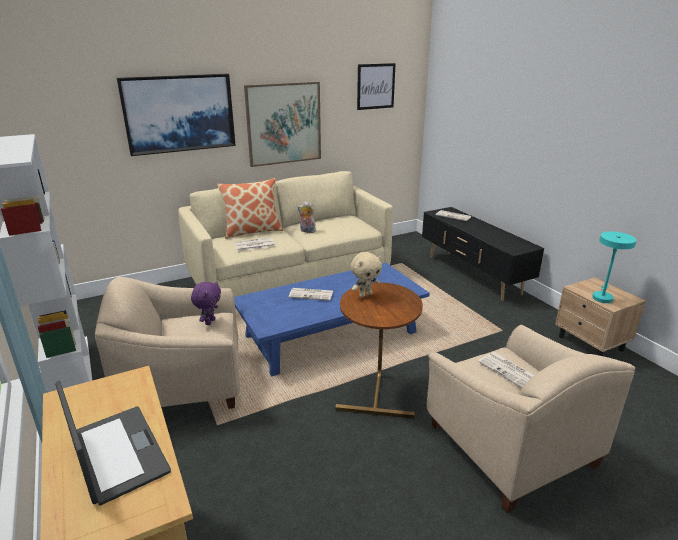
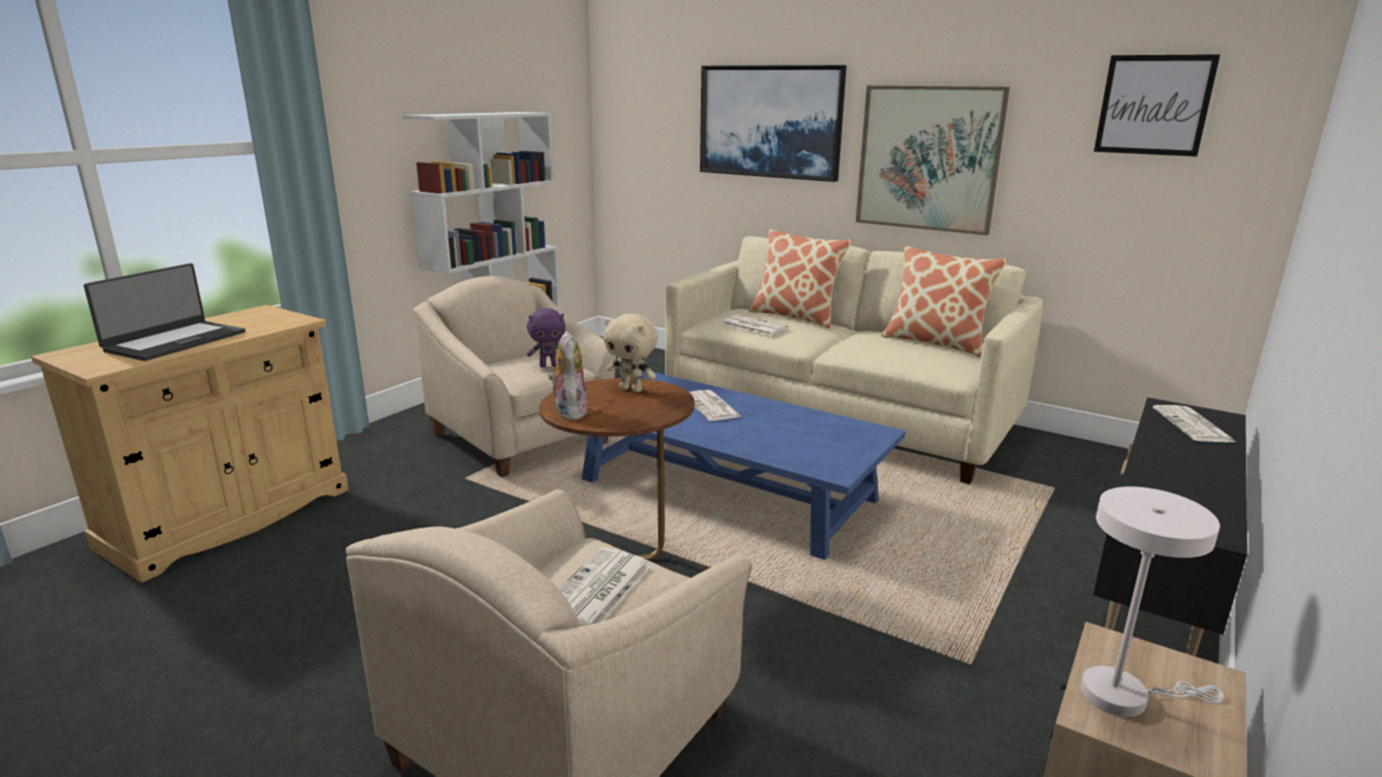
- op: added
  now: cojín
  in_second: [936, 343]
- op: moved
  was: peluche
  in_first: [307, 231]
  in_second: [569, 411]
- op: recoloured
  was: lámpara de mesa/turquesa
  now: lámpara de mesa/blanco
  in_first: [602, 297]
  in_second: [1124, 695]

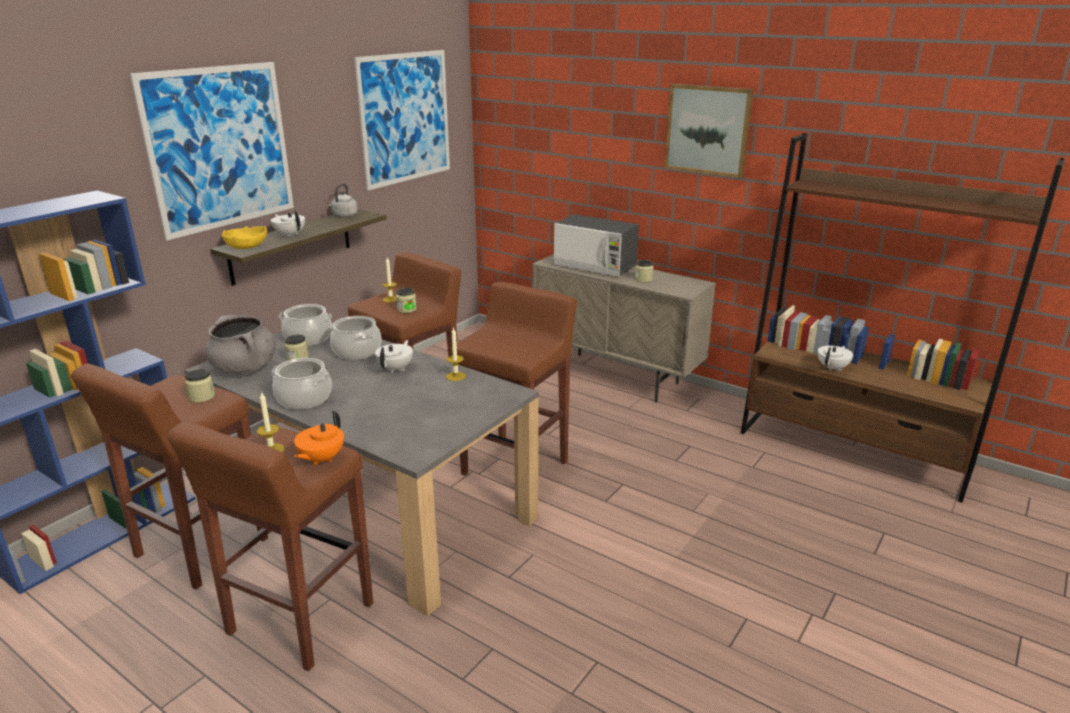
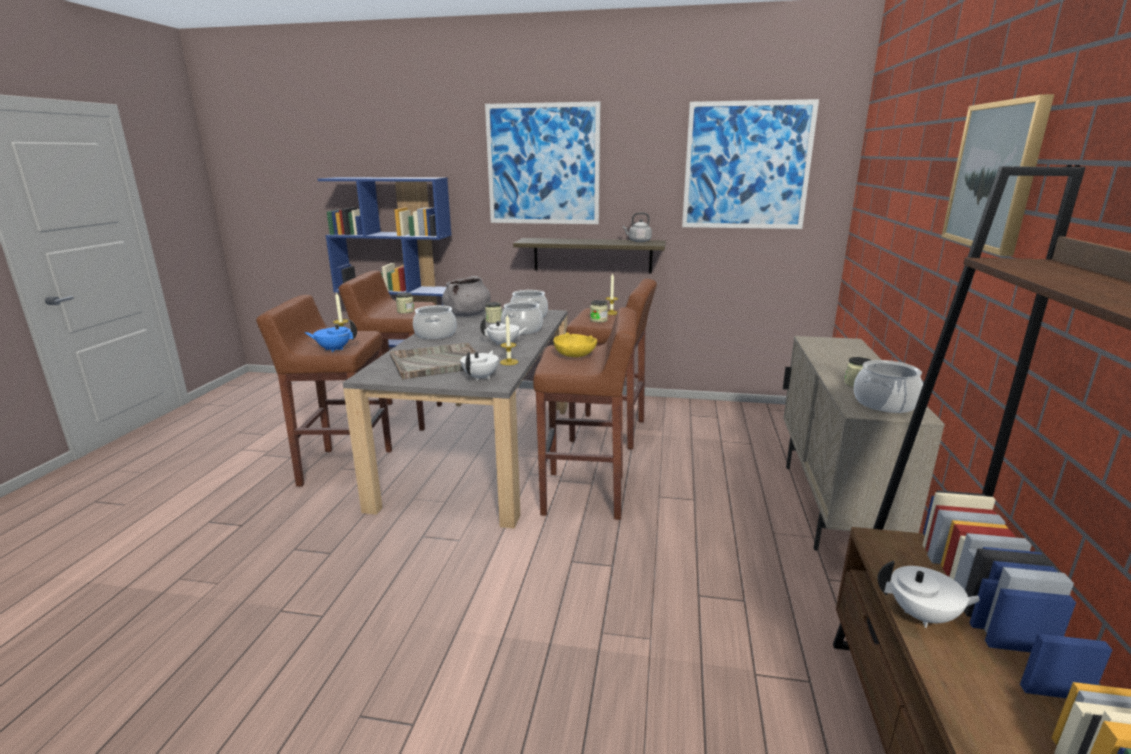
- op: removed
  was: microondas
  in_first: [595, 266]
- op: added
  now: bandeja/gris
  in_second: [436, 362]
- op: added
  now: olla
  in_second: [884, 403]
- op: moved
  was: cuenco/amarillo
  in_first: [246, 247]
  in_second: [574, 355]
- op: moved
  was: tetera/blanco
  in_first: [290, 235]
  in_second: [481, 377]
- op: recoloured
  was: tetera/naranja
  now: tetera/azul
  in_first: [321, 459]
  in_second: [334, 349]

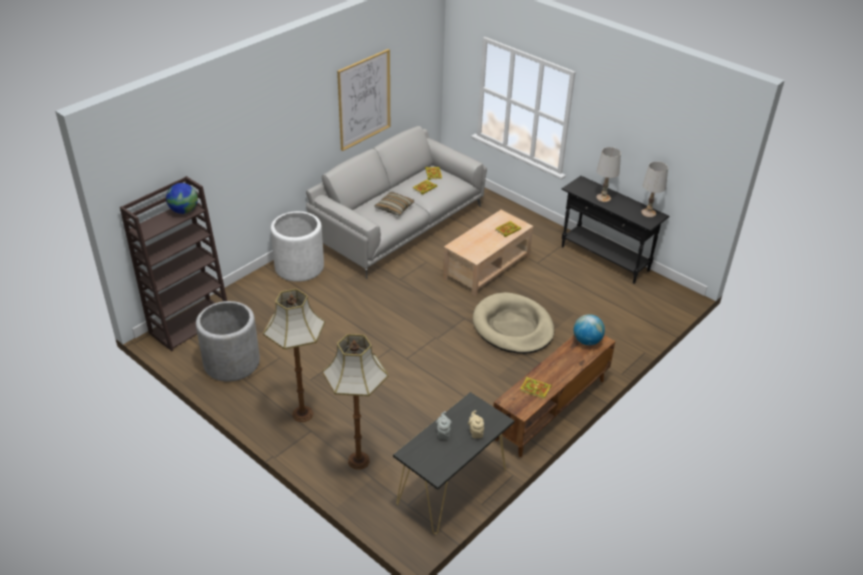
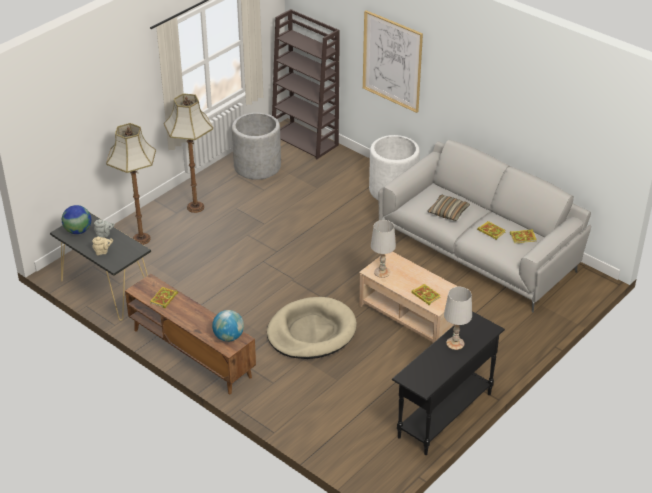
- op: moved
  was: globo terráqueo
  in_first: [184, 211]
  in_second: [78, 231]
- op: moved
  was: cuadro
  in_first: [364, 99]
  in_second: [392, 61]
- op: moved
  was: lámpara de mesa/blanco
  in_first: [648, 213]
  in_second: [382, 272]

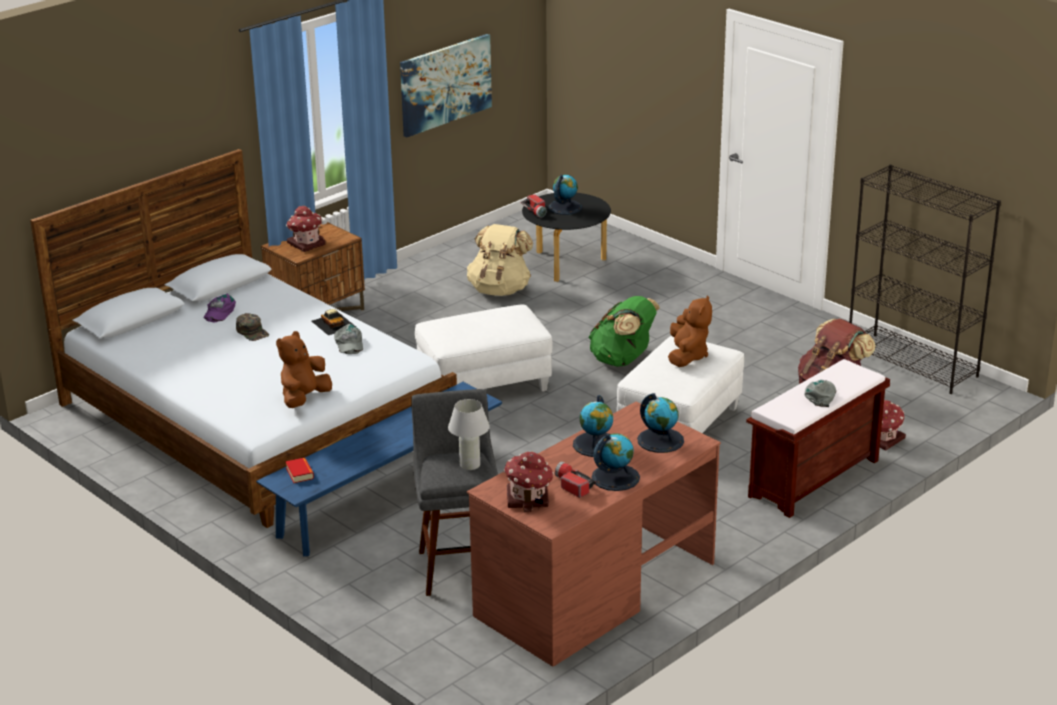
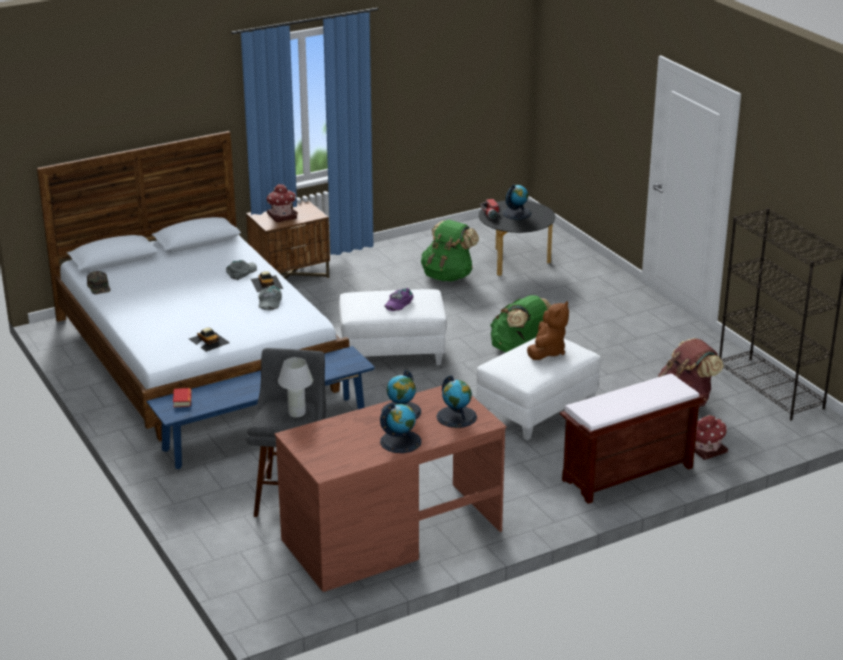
- op: removed
  was: cuadro
  in_first: [445, 84]
- op: removed
  was: casita
  in_first: [528, 498]
- op: removed
  was: linterna
  in_first: [572, 485]
- op: moved
  was: gorra/morado
  in_first: [219, 312]
  in_second: [398, 302]
- op: moved
  was: gorra/verde
  in_first: [252, 332]
  in_second: [99, 287]
- op: moved
  was: gorra/gris
  in_first: [821, 395]
  in_second: [241, 272]
- op: replaced
  was: peluche/marrón
  now: coche de juguete
  in_first: [304, 398]
  in_second: [209, 340]
- op: recoloured
  was: mochila/beis
  now: mochila/verde
  in_first: [500, 290]
  in_second: [448, 276]

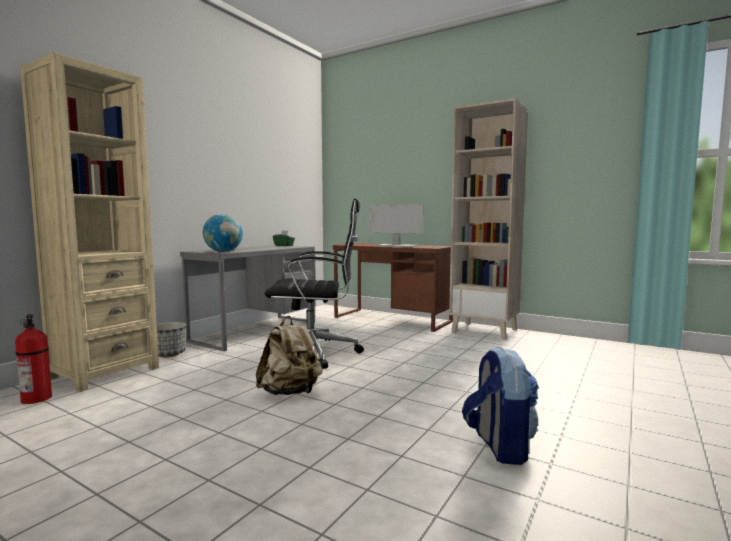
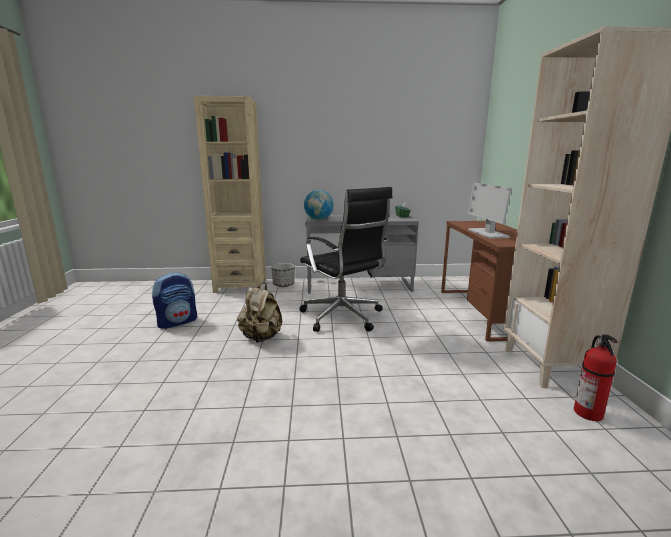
- op: moved
  was: extintor
  in_first: [37, 399]
  in_second: [589, 413]
- op: moved
  was: mochila
  in_first: [499, 446]
  in_second: [177, 322]

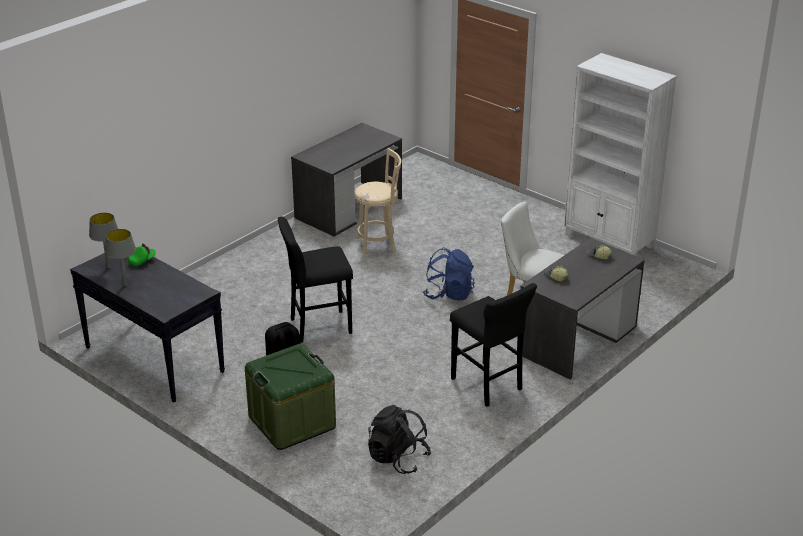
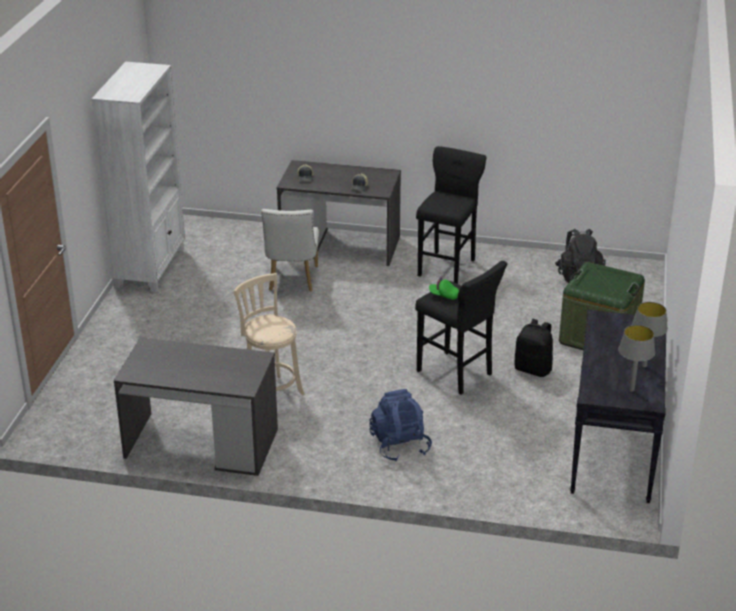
- op: moved
  was: gorra/verde
  in_first: [142, 261]
  in_second: [444, 295]
- op: moved
  was: mochila/azul
  in_first: [448, 294]
  in_second: [399, 445]

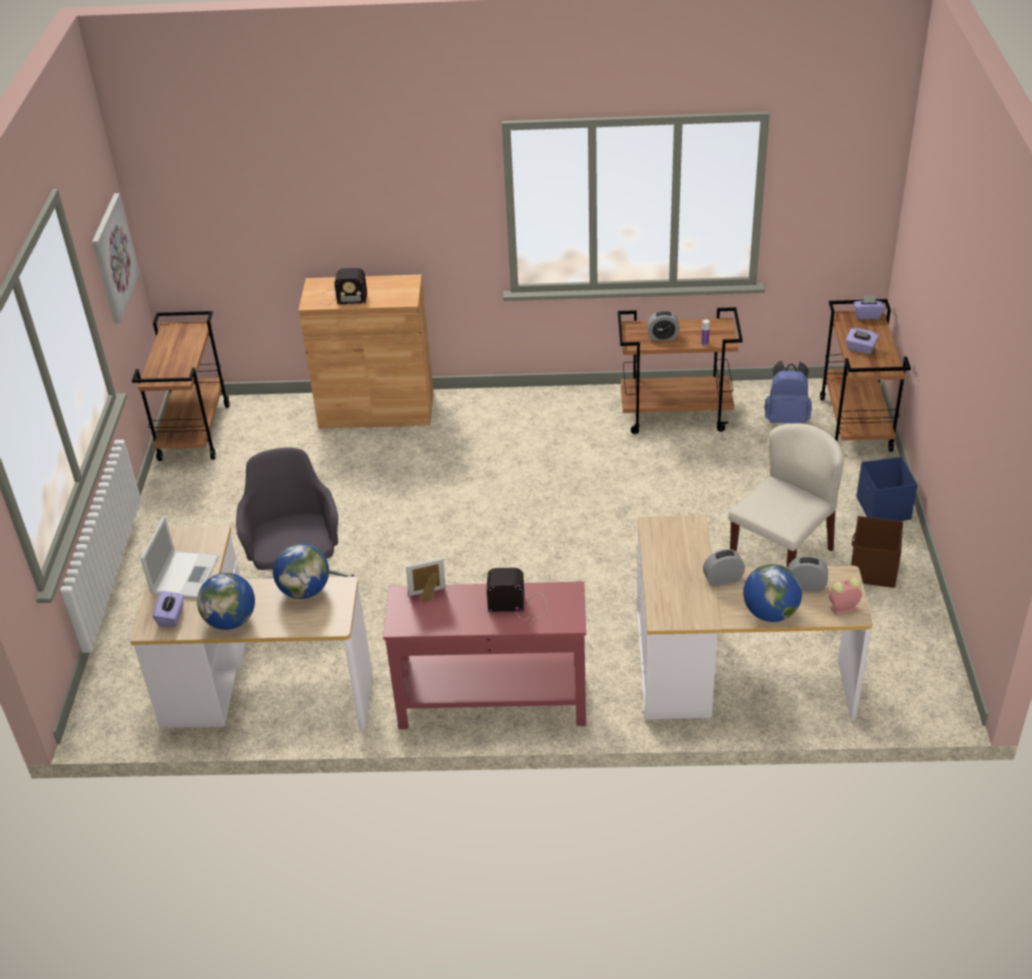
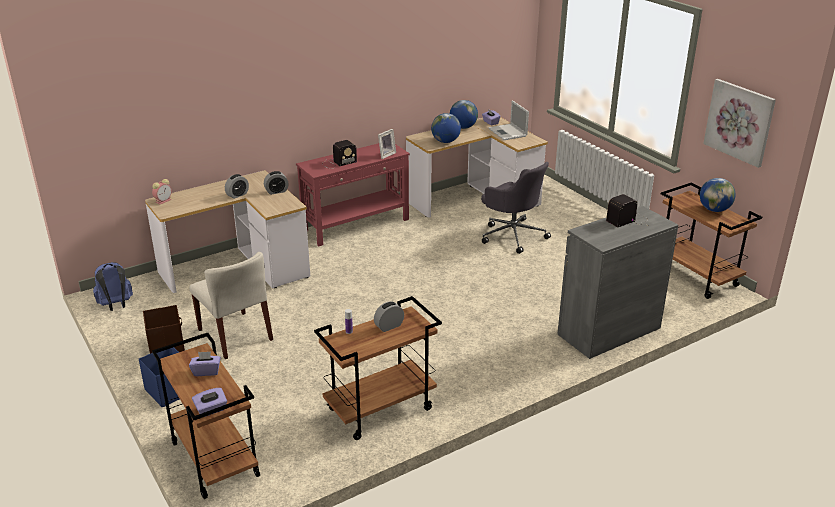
- op: moved
  was: globo terráqueo
  in_first: [770, 613]
  in_second: [714, 210]
- op: moved
  was: mochila/azul
  in_first: [786, 418]
  in_second: [116, 305]
- op: moved
  was: despertador
  in_first: [806, 586]
  in_second: [276, 191]
- op: recoloured
  was: armario/marrón
  now: armario/gris
  in_first: [376, 410]
  in_second: [609, 331]
- op: turned
  was: silla/beis
  in_first: [781, 555]
  in_second: [235, 335]
  clockwise: -45

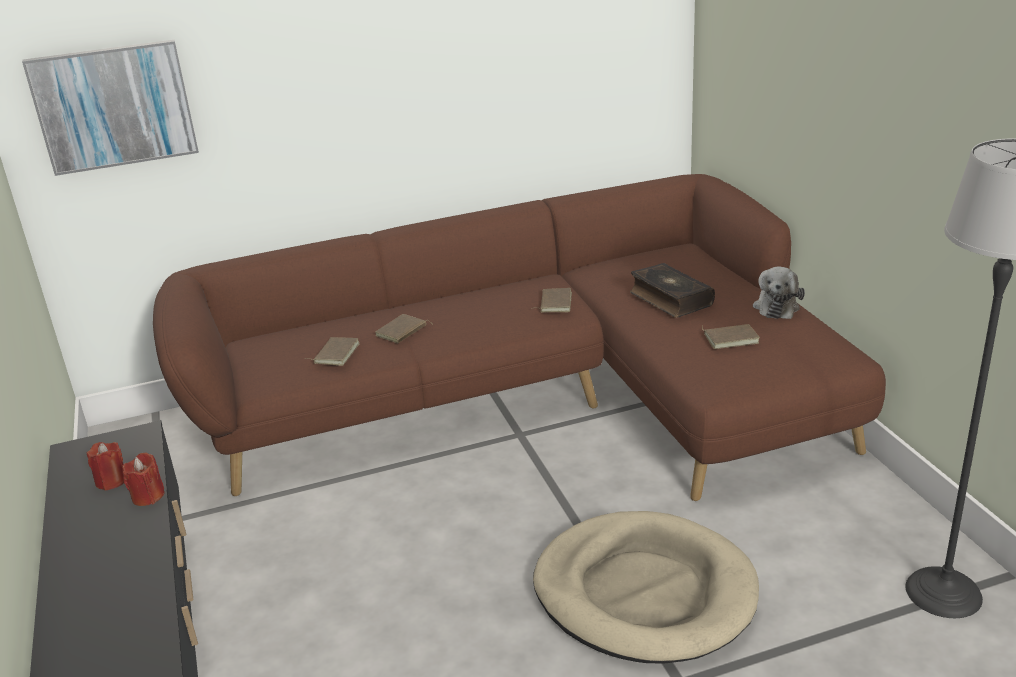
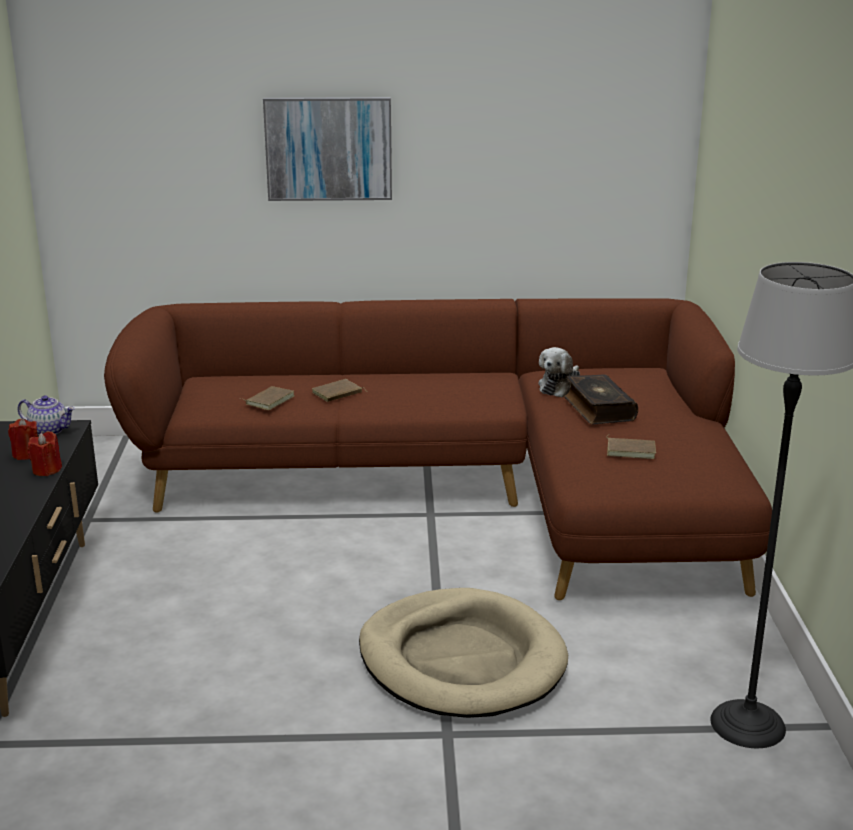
- op: removed
  was: libro/marrón
  in_first: [554, 303]
- op: added
  now: tetera
  in_second: [50, 430]
- op: moved
  was: cuadro
  in_first: [114, 106]
  in_second: [328, 148]
- op: moved
  was: peluche
  in_first: [776, 306]
  in_second: [560, 387]

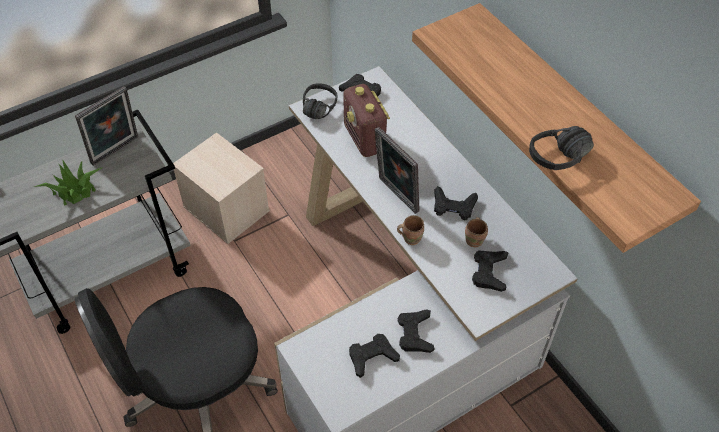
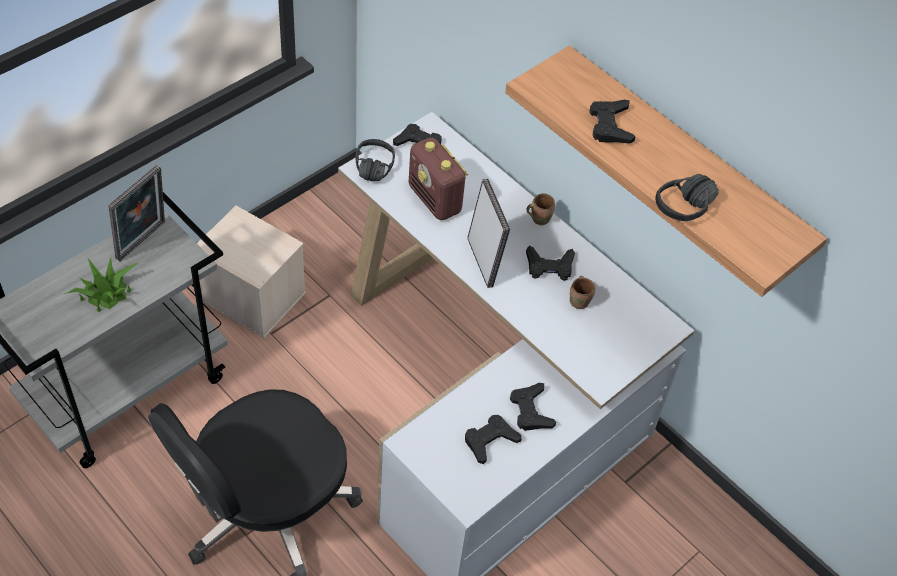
- op: moved
  was: taza grande/marrón
  in_first: [410, 237]
  in_second: [539, 218]
- op: moved
  was: mando de consola/negro
  in_first: [489, 272]
  in_second: [610, 125]
- op: turned
  was: portarretratos
  in_first: [395, 196]
  in_second: [484, 261]
  clockwise: -150

